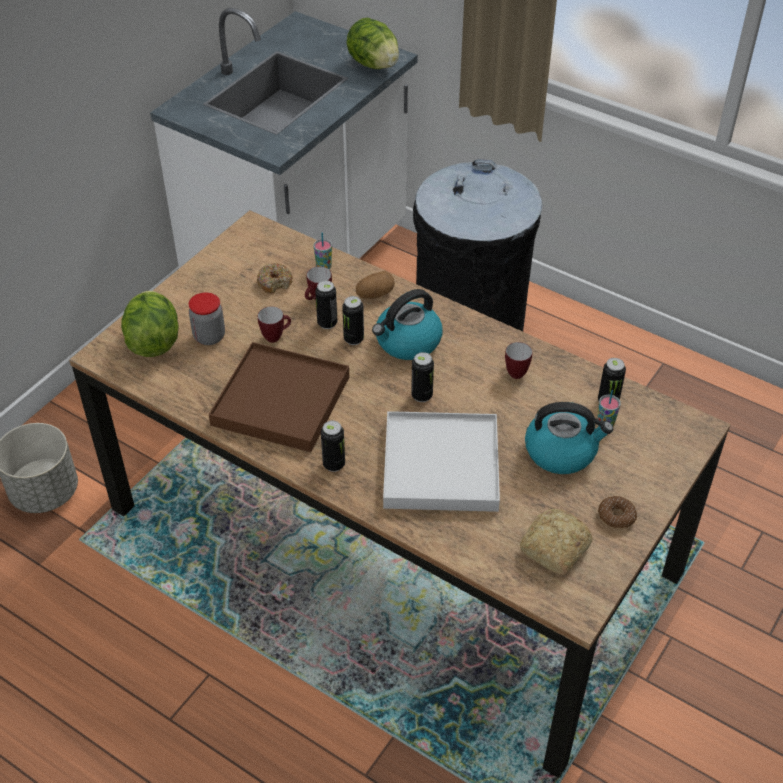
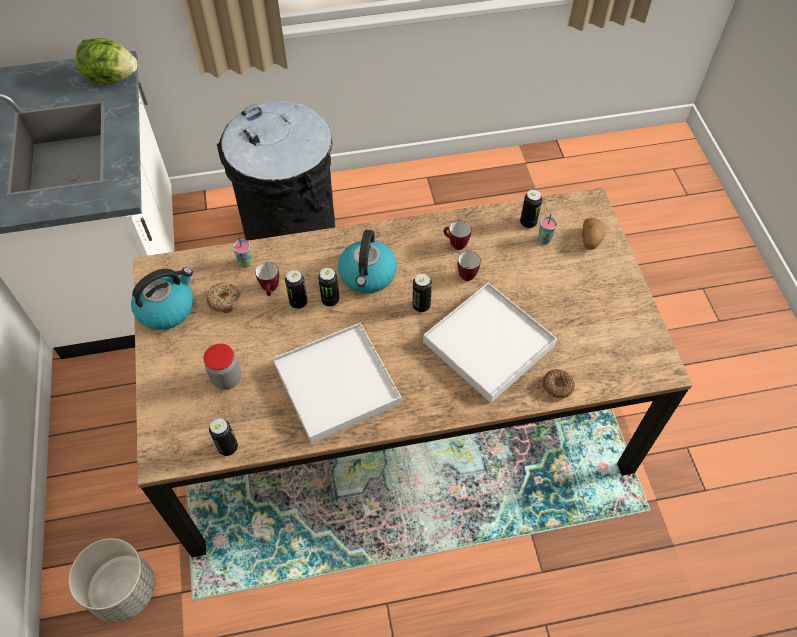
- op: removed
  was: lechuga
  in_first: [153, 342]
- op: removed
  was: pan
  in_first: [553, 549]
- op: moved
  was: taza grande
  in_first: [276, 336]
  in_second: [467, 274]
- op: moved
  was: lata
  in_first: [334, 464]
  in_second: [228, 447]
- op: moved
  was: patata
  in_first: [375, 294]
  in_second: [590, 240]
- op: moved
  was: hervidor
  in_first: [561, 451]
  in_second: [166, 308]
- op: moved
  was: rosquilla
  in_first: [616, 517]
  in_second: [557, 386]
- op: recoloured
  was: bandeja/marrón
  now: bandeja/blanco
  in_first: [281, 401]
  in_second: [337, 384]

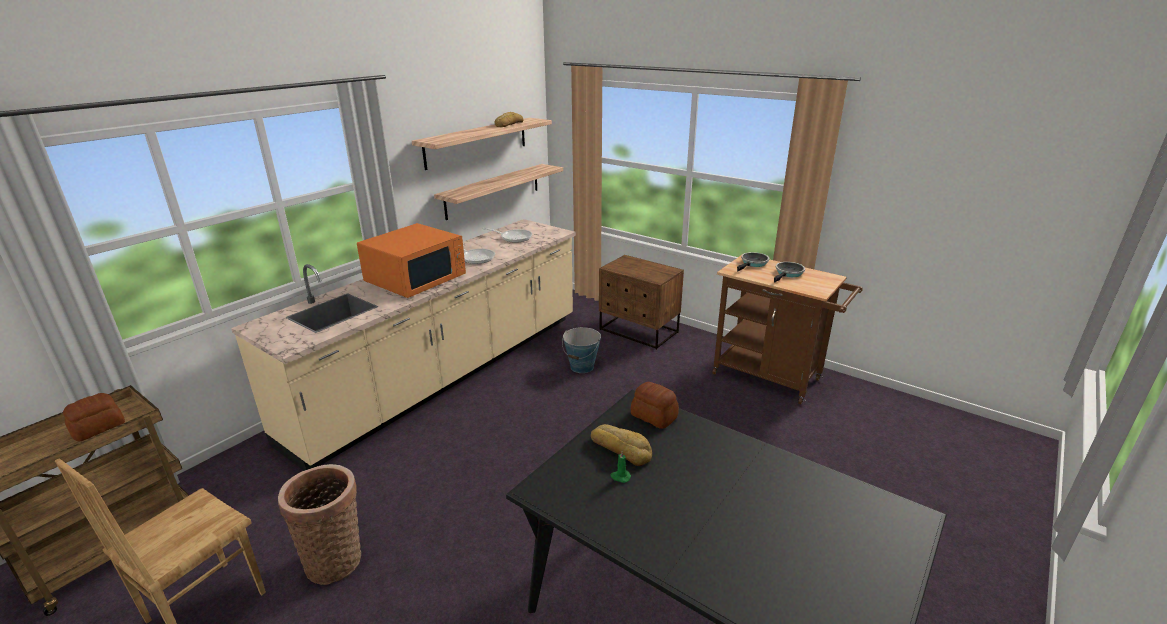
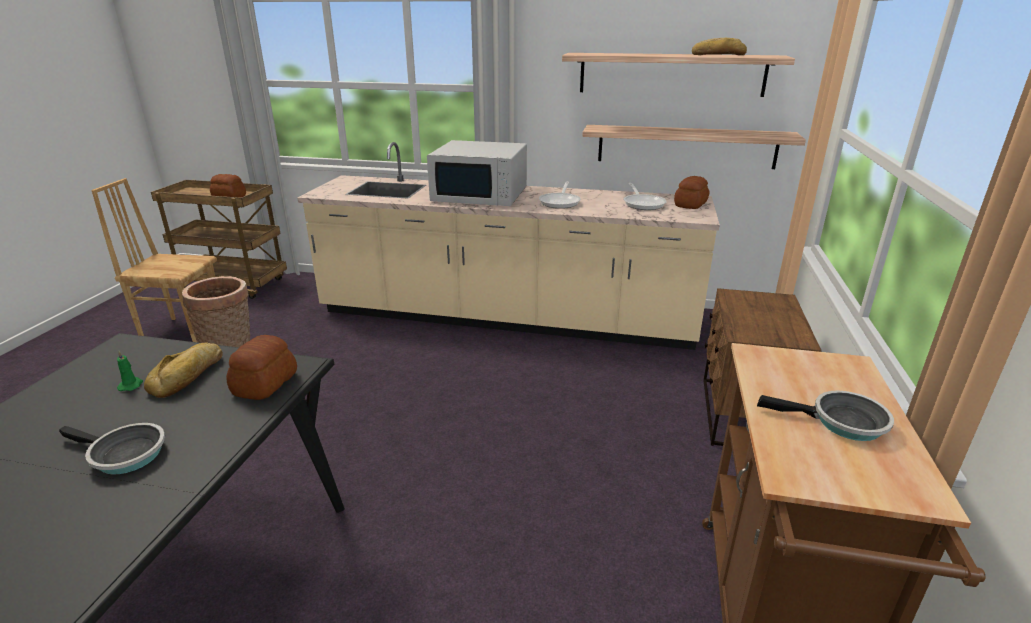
- op: removed
  was: cubo
  in_first: [582, 367]
- op: added
  now: pan
  in_second: [690, 204]
- op: moved
  was: sartén
  in_first: [753, 263]
  in_second: [124, 455]
- op: recoloured
  was: microondas/naranja
  now: microondas/blanco
  in_first: [416, 278]
  in_second: [481, 195]

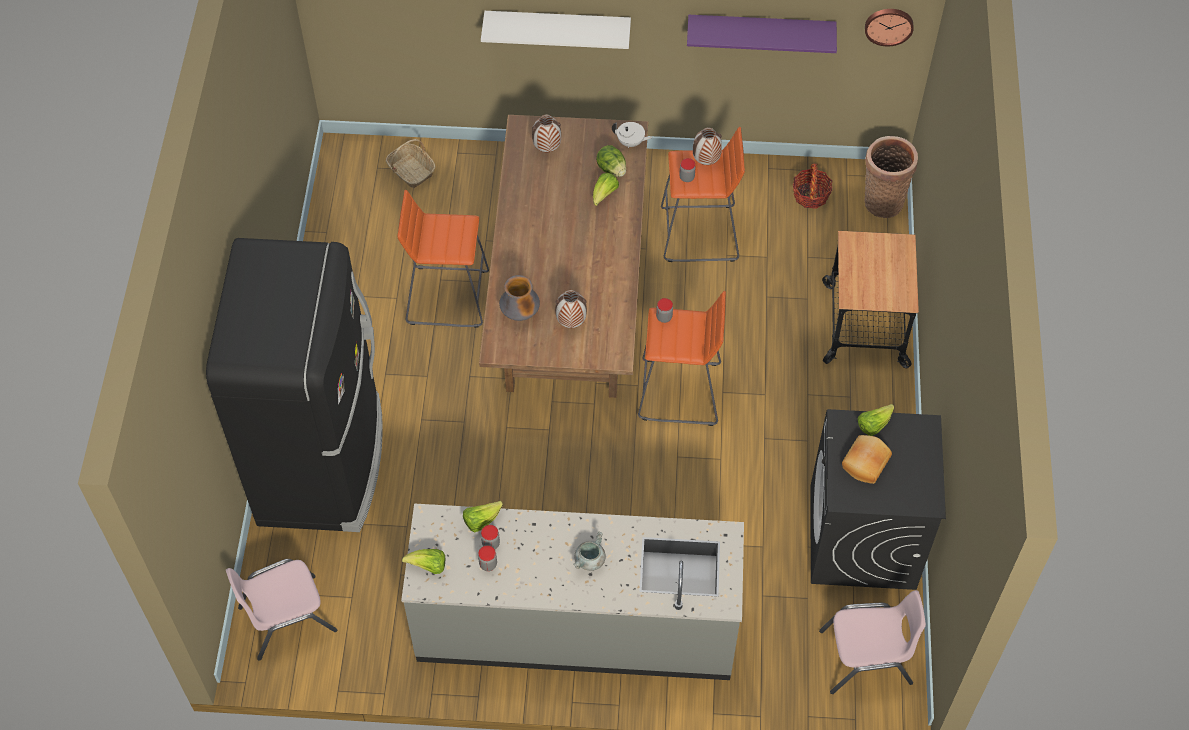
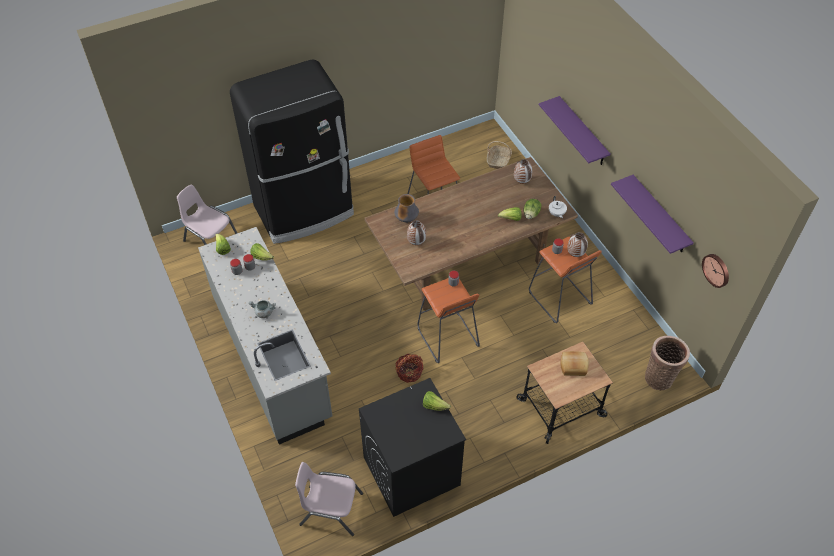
- op: moved
  was: cesta
  in_first: [810, 195]
  in_second: [409, 372]
- op: moved
  was: pan
  in_first: [864, 463]
  in_second: [573, 366]
- op: recoloured
  was: estante/blanco
  now: estante/morado
  in_first: [557, 26]
  in_second: [582, 132]
- op: turned
  was: silla/rosa
  in_first: [866, 658]
  in_second: [331, 509]
  clockwise: 135

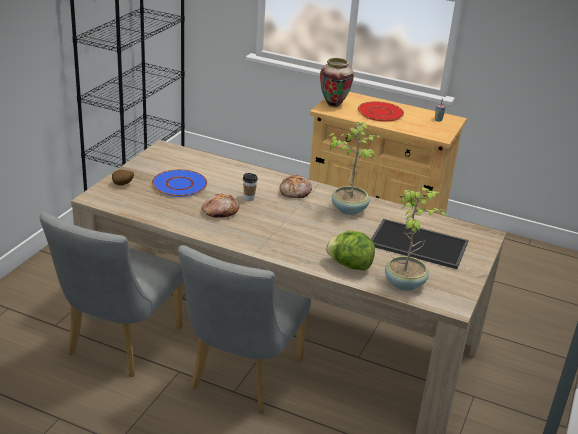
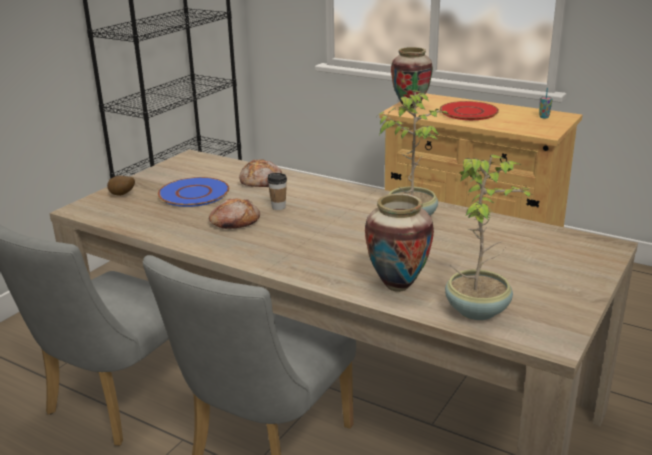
- op: removed
  was: bandeja
  in_first: [417, 244]
- op: moved
  was: pan
  in_first: [295, 192]
  in_second: [261, 181]
- op: replaced
  was: lechuga
  now: florero
  in_first: [349, 265]
  in_second: [397, 286]

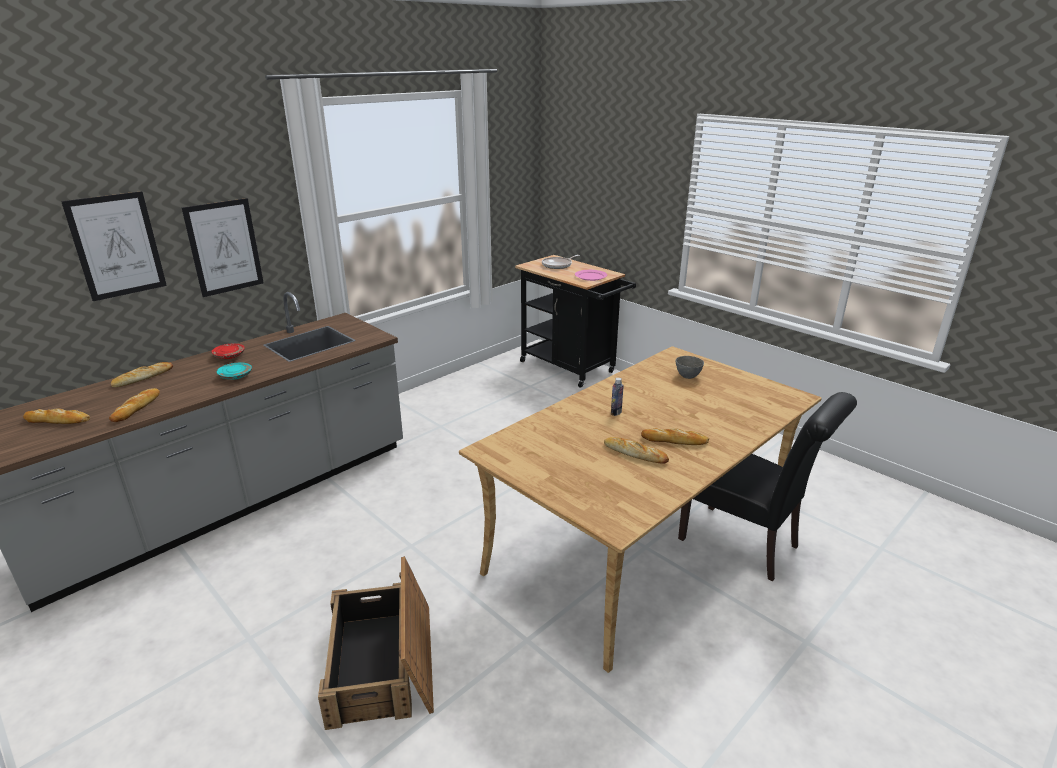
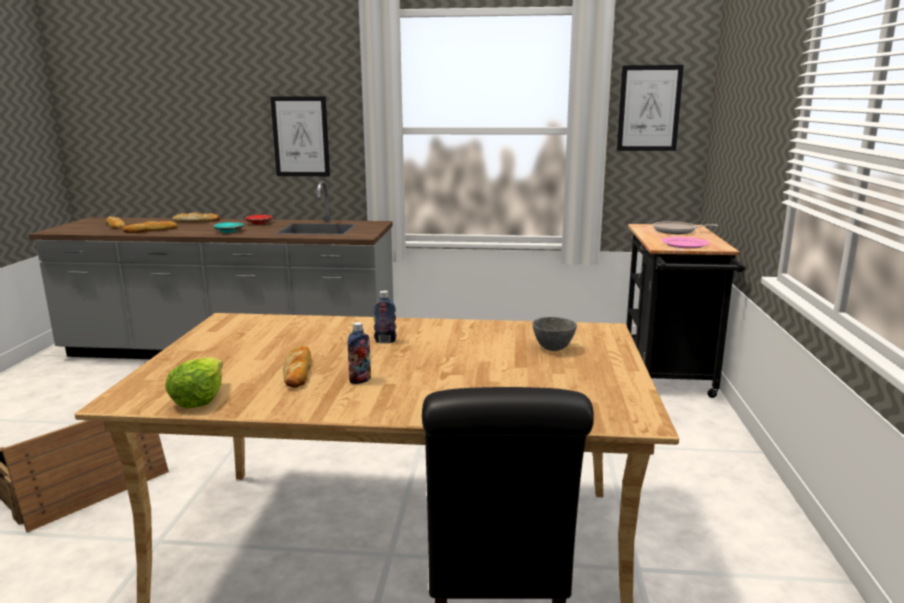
- op: added
  now: lechuga
  in_second: [199, 399]
- op: moved
  was: cuadro
  in_first: [117, 246]
  in_second: [649, 108]
- op: replaced
  was: pan
  now: botella
  in_first: [674, 440]
  in_second: [360, 380]

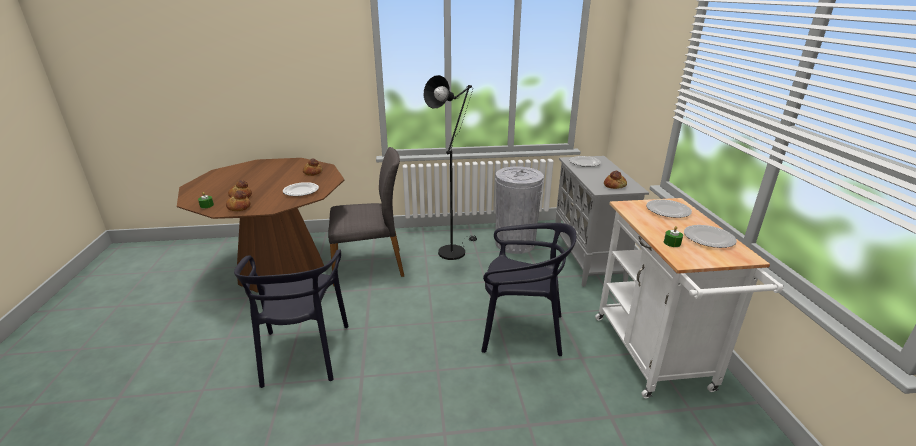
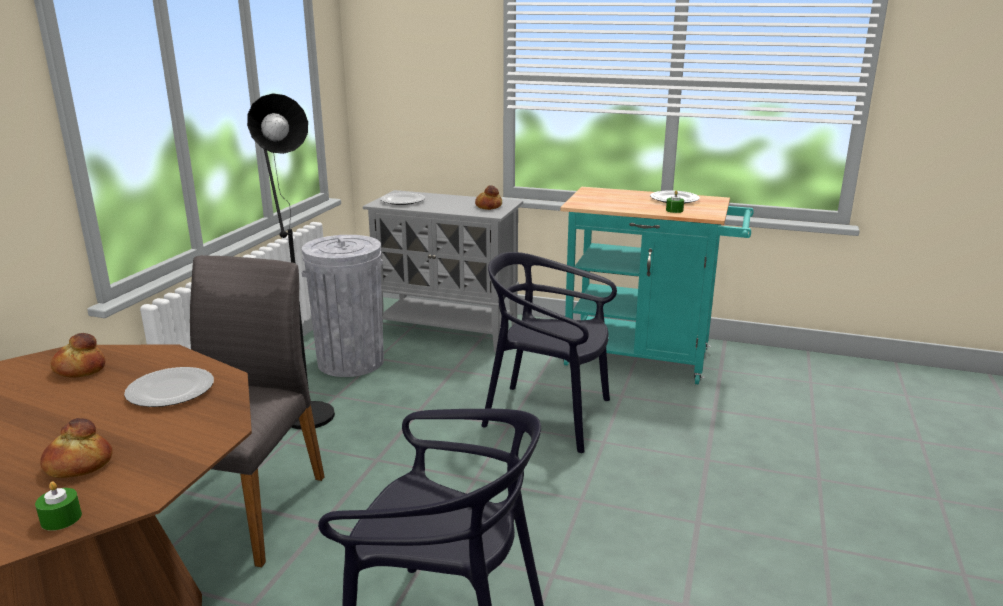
- op: removed
  was: pan
  in_first: [239, 207]
- op: removed
  was: plato
  in_first: [668, 210]
- op: recoloured
  was: carrito/blanco
  now: carrito/turquesa
  in_first: [655, 358]
  in_second: [646, 359]
- op: turned
  was: silla/negro
  in_first: [521, 330]
  in_second: [548, 416]
  clockwise: -105

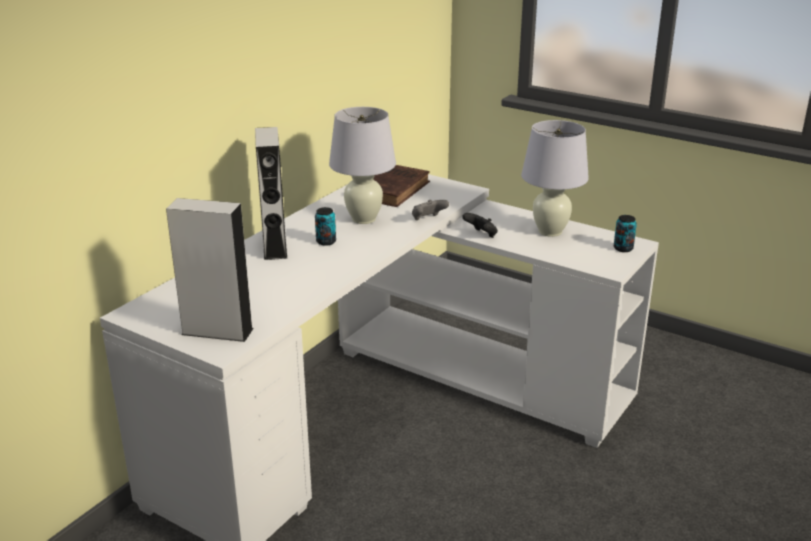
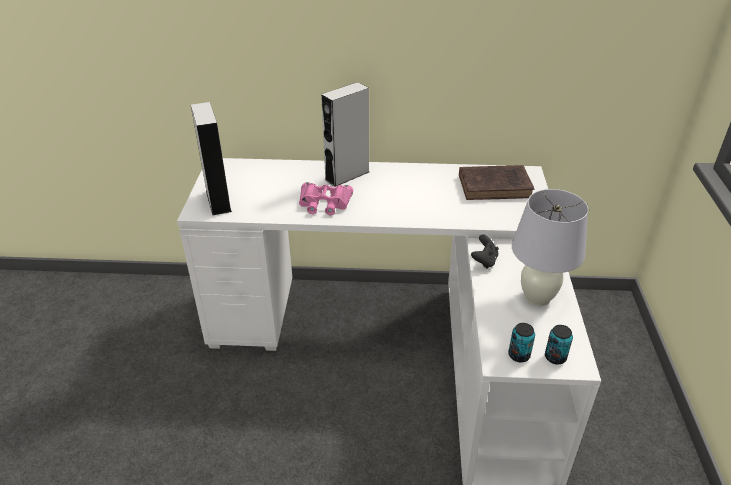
- op: removed
  was: lámpara de mesa/blanco
  in_first: [363, 219]
- op: removed
  was: mando de consola/gris
  in_first: [428, 220]
- op: added
  now: prismáticos/rosa
  in_second: [324, 203]
- op: moved
  was: lata
  in_first: [326, 241]
  in_second: [519, 355]

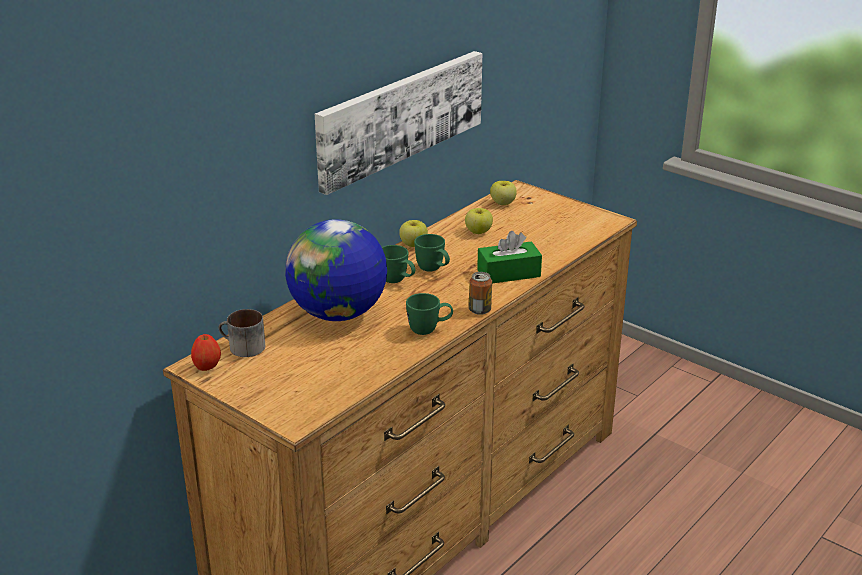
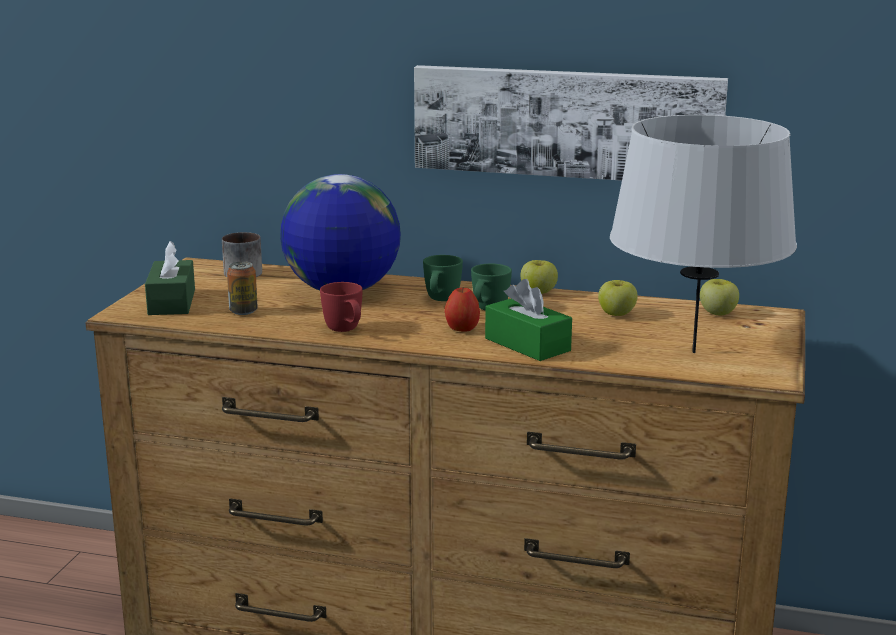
- op: added
  now: caja de pañuelos/verde
  in_second: [172, 302]
- op: added
  now: lámpara de mesa/gris
  in_second: [694, 352]
- op: moved
  was: manzana
  in_first: [207, 367]
  in_second: [462, 329]
- op: moved
  was: lata
  in_first: [480, 310]
  in_second: [243, 311]
- op: recoloured
  was: taza grande/verde
  now: taza grande/rojo
  in_first: [429, 330]
  in_second: [346, 331]

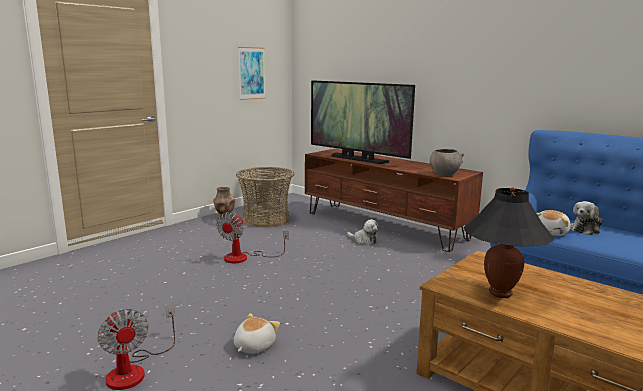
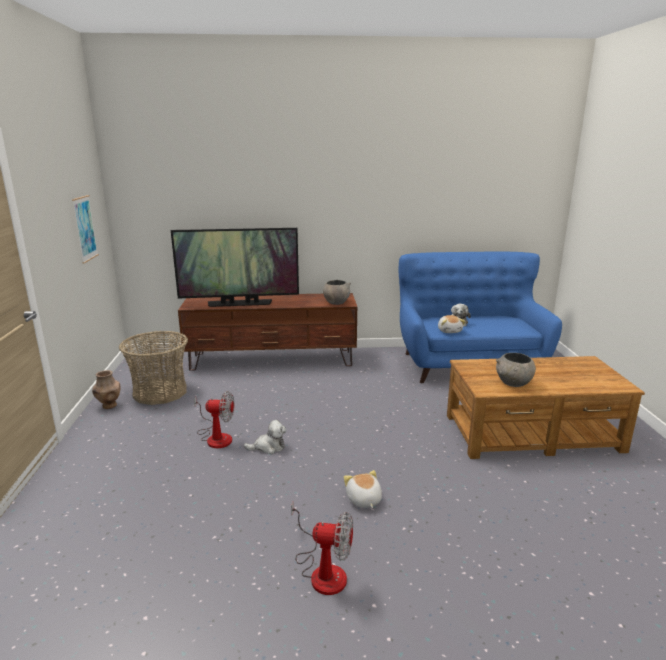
- op: moved
  was: peluche
  in_first: [364, 240]
  in_second: [268, 447]
- op: replaced
  was: lámpara de mesa/negro
  now: cuenco/gris
  in_first: [500, 293]
  in_second: [513, 384]
- op: turned
  was: ventilador
  in_first: [244, 257]
  in_second: [216, 437]
  clockwise: -60

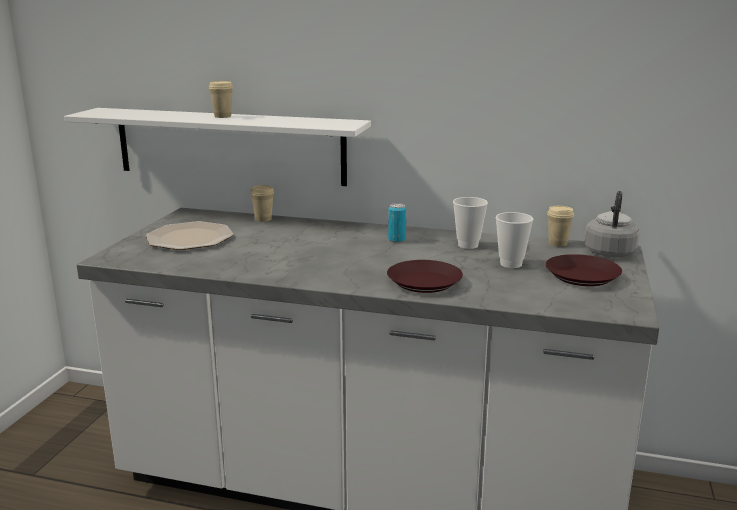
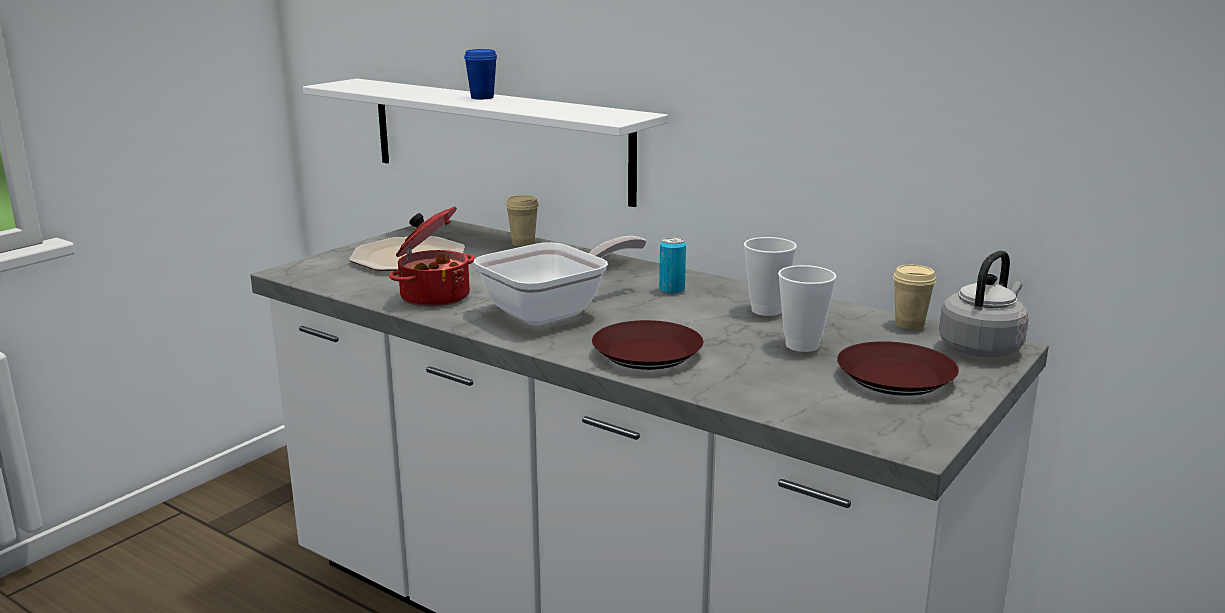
- op: added
  now: olla
  in_second: [433, 296]
- op: added
  now: sartén
  in_second: [554, 311]
- op: recoloured
  was: taza/beis
  now: taza/azul
  in_first: [223, 116]
  in_second: [482, 97]

